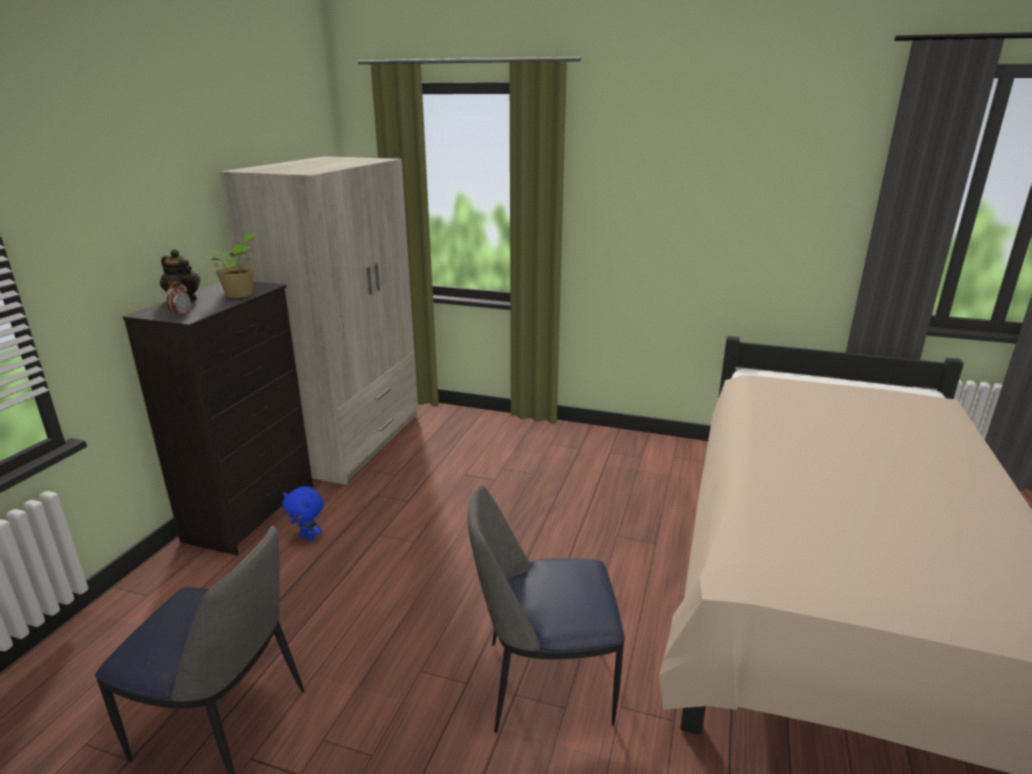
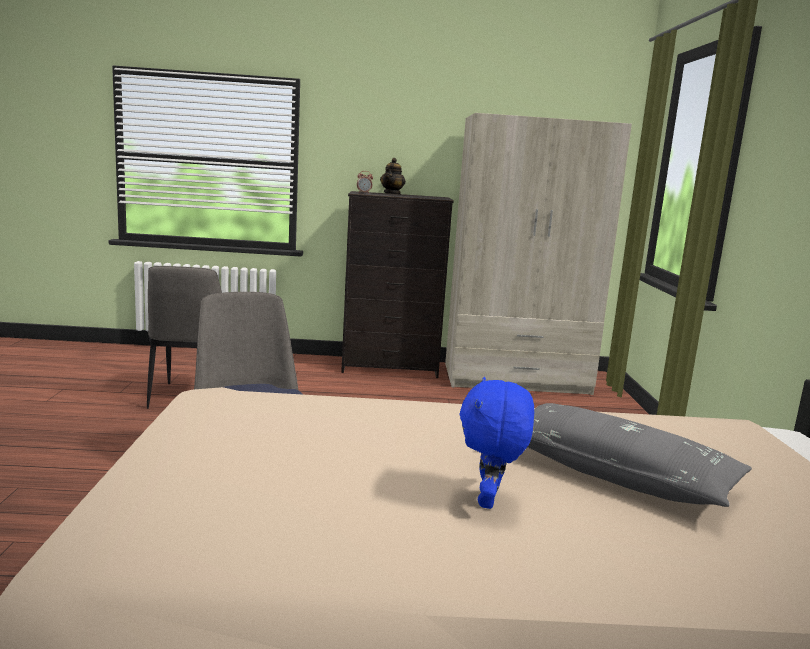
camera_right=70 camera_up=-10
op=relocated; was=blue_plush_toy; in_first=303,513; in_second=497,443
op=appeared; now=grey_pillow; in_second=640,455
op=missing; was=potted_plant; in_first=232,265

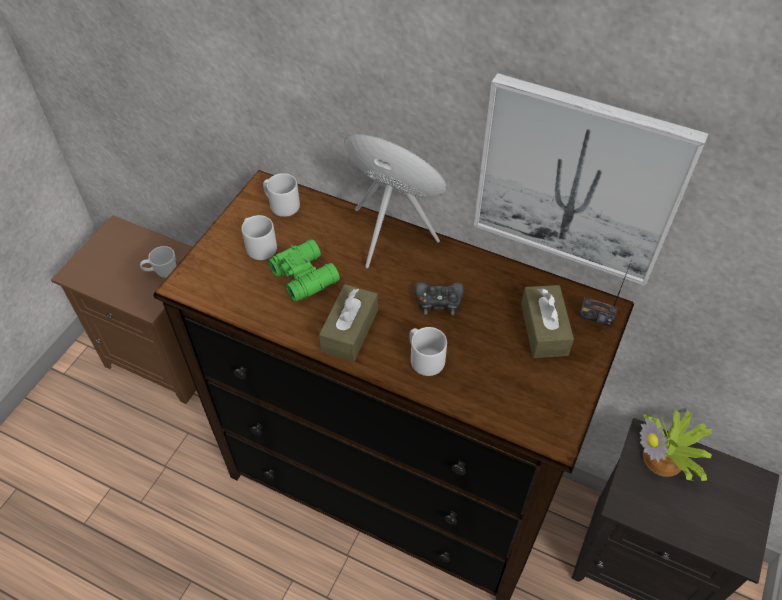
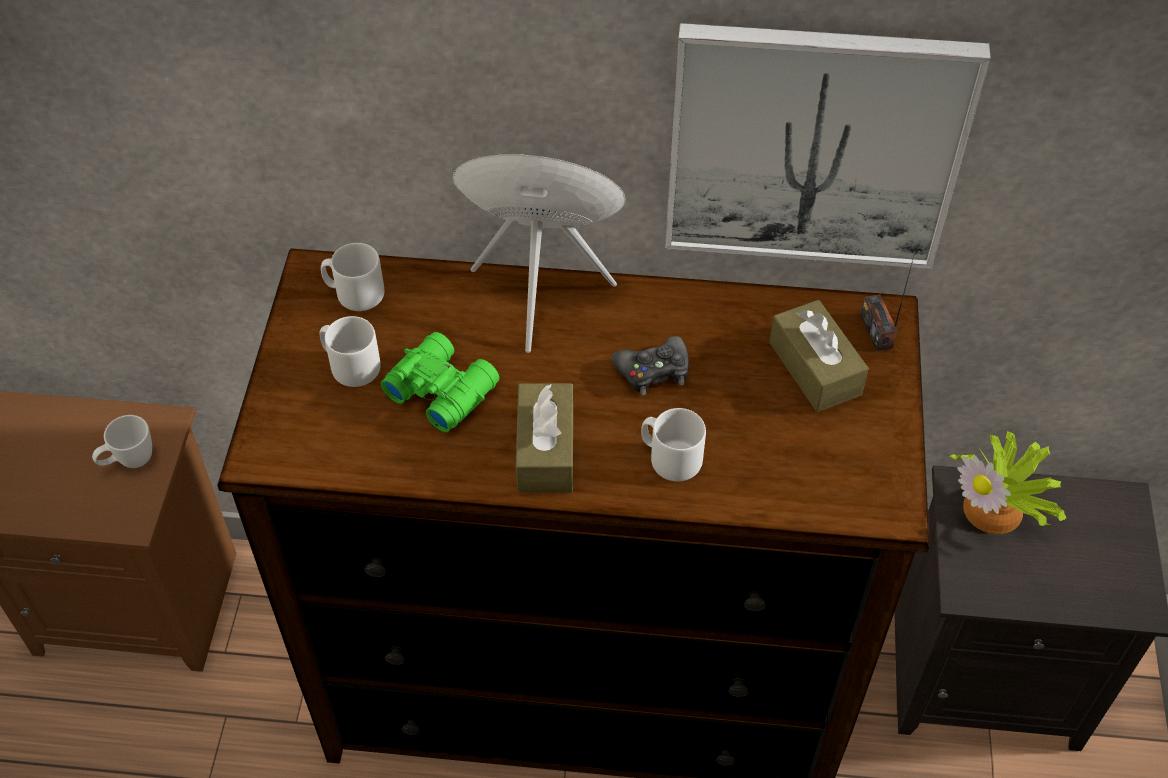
camera_right=-20 camera_up=0
op=spun; was=radio; in_first=605,293; in_second=887,303; clockwise=75

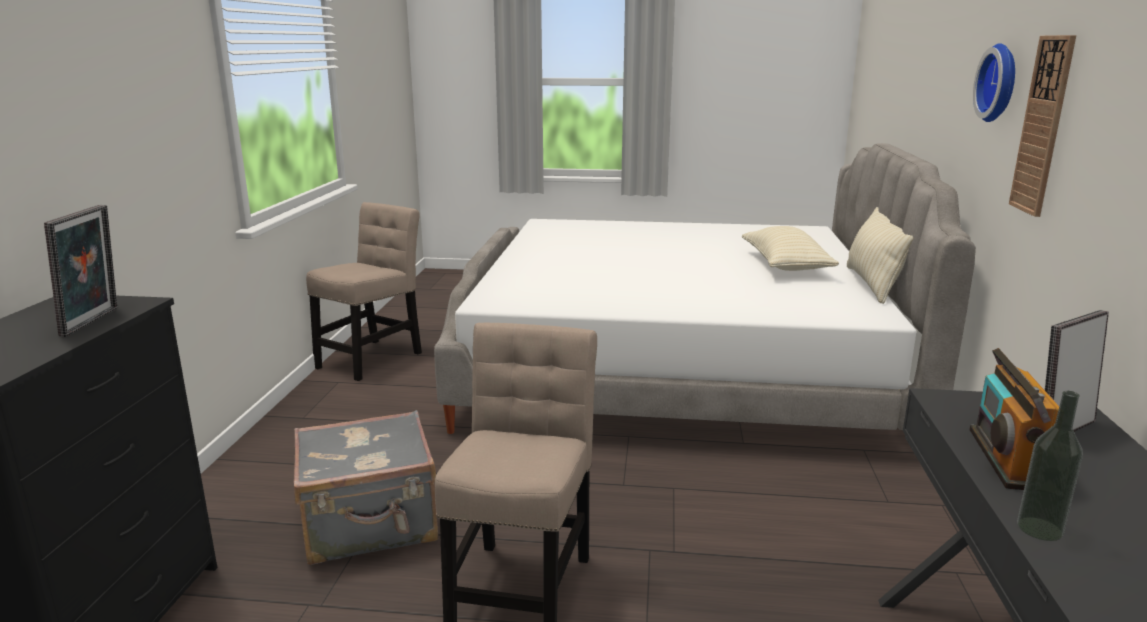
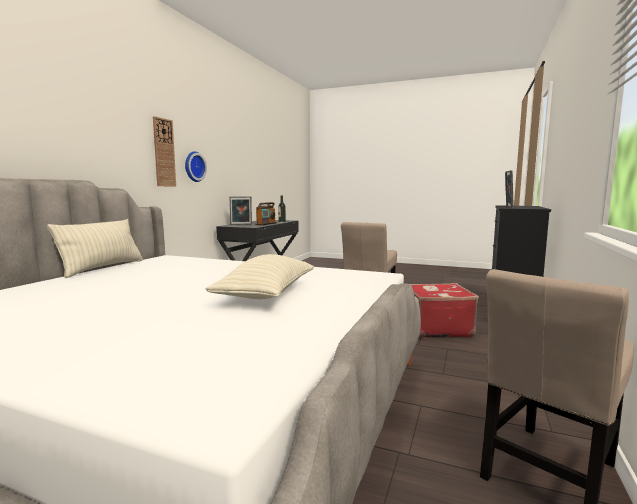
camera_right=-165 camera_up=-10
op=relocated; was=wall_clock; in_first=994,82; in_second=196,166
op=relocated; was=beige_pillow; in_first=790,248; in_second=260,276
op=colour; was=grey_suitcase; now=red_suitcase; in_first=366,487; in_second=444,310

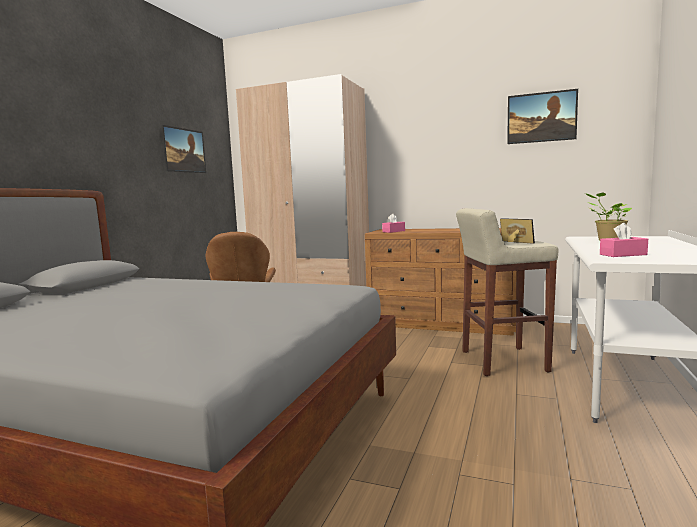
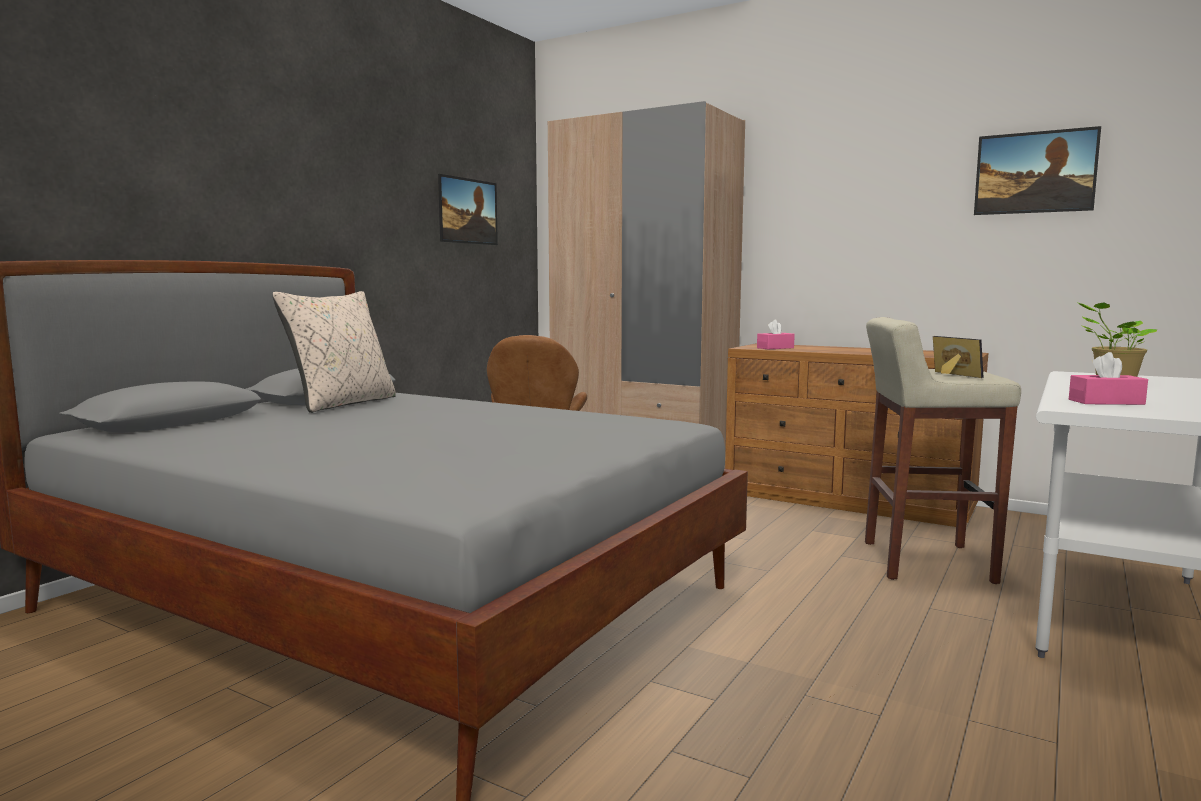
camera_right=10 camera_up=0
op=appeared; now=beige_pillow; in_second=334,352

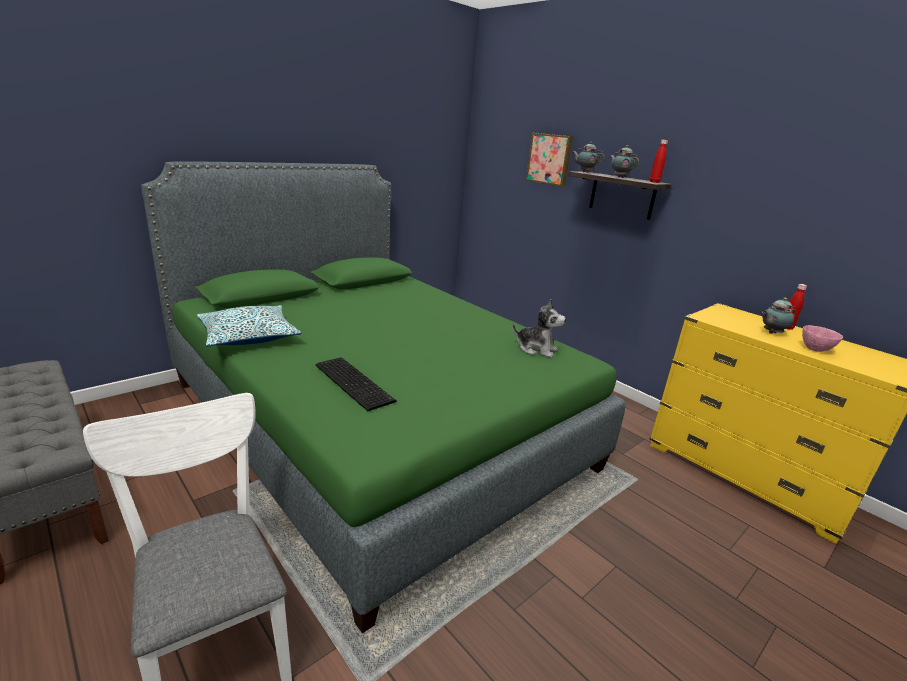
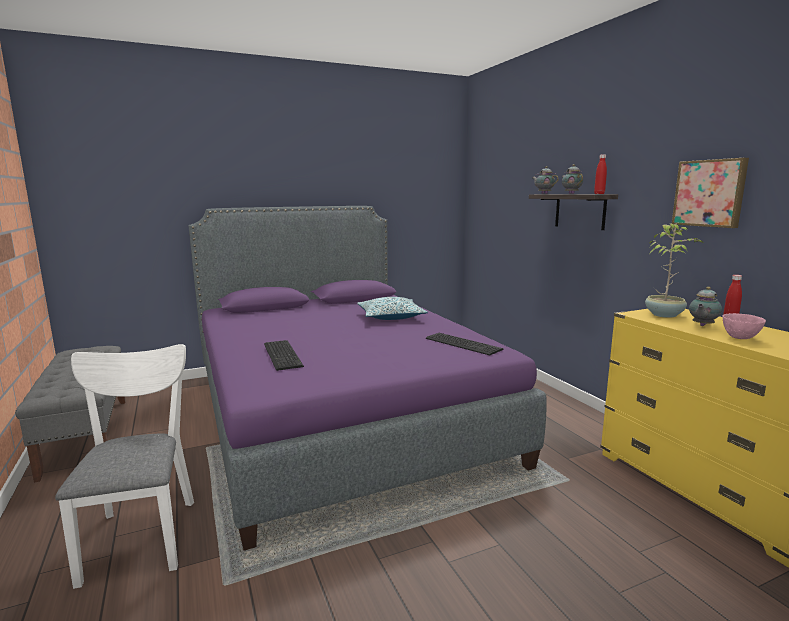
camera_right=20 camera_up=-10
op=colour; was=green_bed; now=purple_bed; in_first=383,398; in_second=368,378
op=relocated; was=pillow; in_first=249,326; in_second=392,308
op=exchanged; was=plush_toy; now=keyboard; in_first=539,328; in_second=464,344
op=appeared; now=potted_plant; in_second=674,270
op=relocated; was=picture; in_first=549,160; in_second=710,193
op=spun; was=teapot; in_first=779,315; in_second=705,306; clockwise=-45

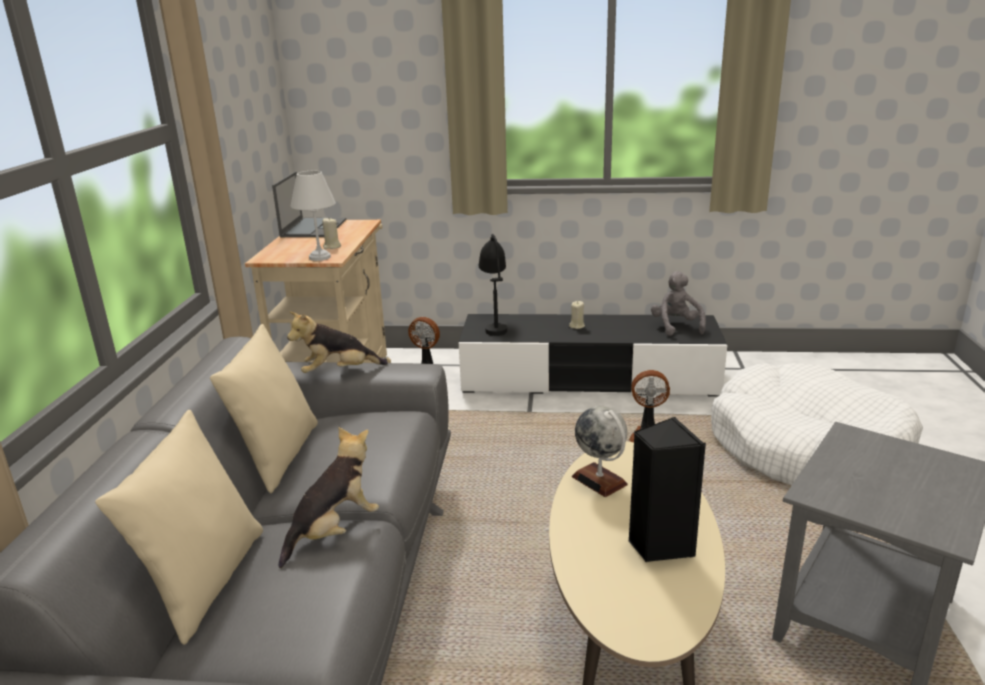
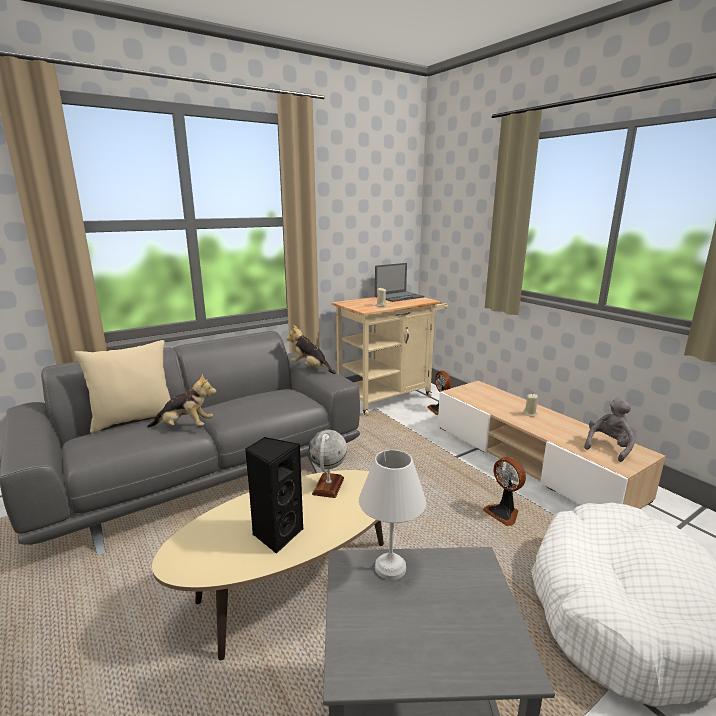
camera_right=50 camera_up=-5
op=relocated; was=white_table_lamp; in_first=313,216; in_second=392,515
op=colour; was=black_tv_stand; now=beige_tv_stand; in_first=593,355; in_second=552,445
op=missing; was=beige_pillow; in_first=264,408
op=missing; was=black_table_lamp; in_first=493,285

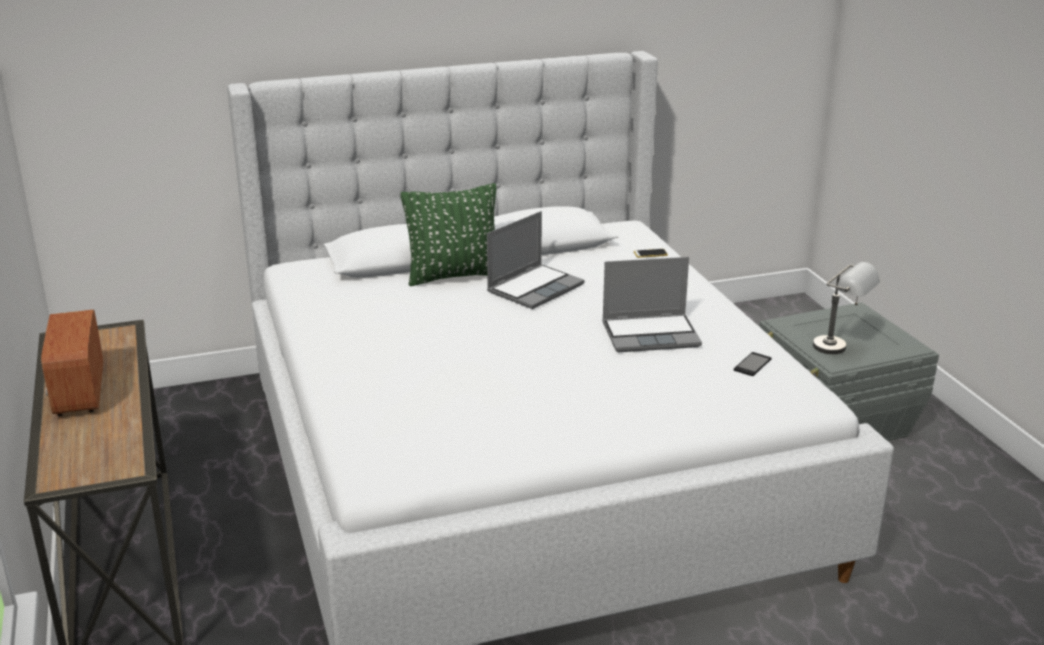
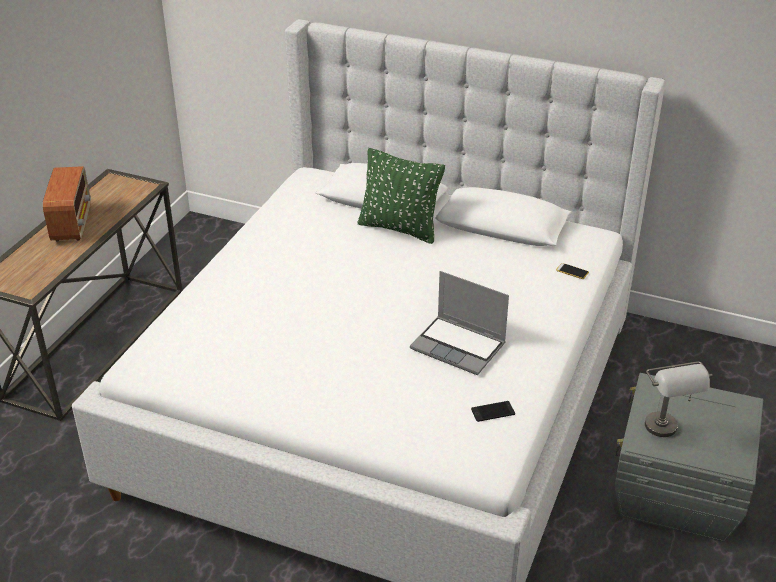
camera_right=40 camera_up=10
op=spun; was=radio; in_first=72,363; in_second=67,204; clockwise=150
op=missing; was=laptop; in_first=536,260

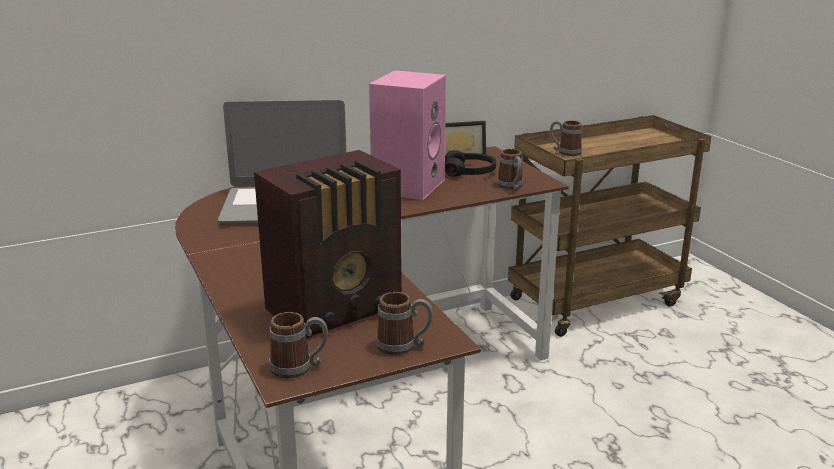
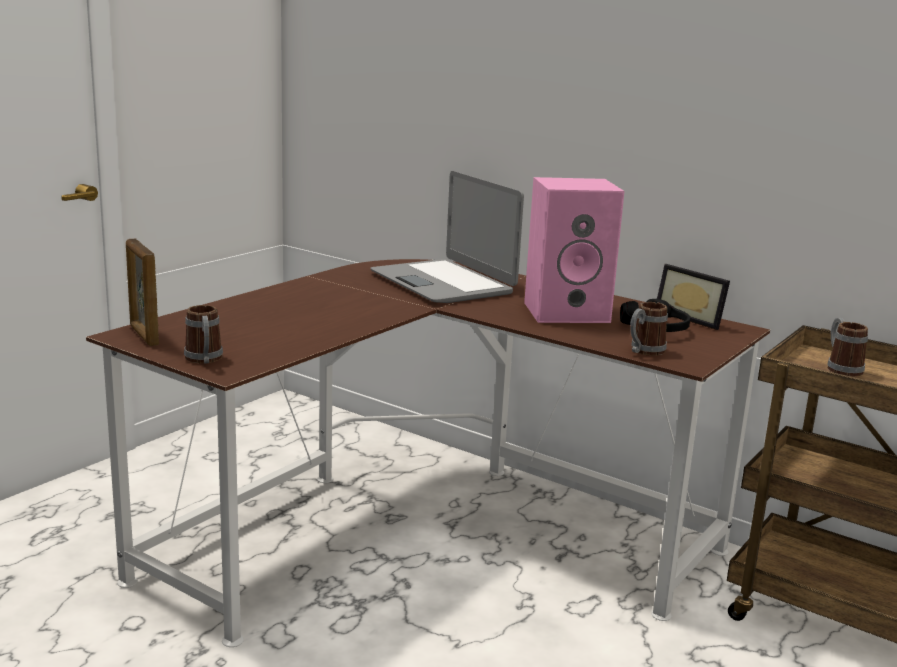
camera_right=60 camera_up=-5
op=exchanged; was=mug; now=picture_frame; in_first=298,345; in_second=142,292
op=missing; was=radio; in_first=328,244

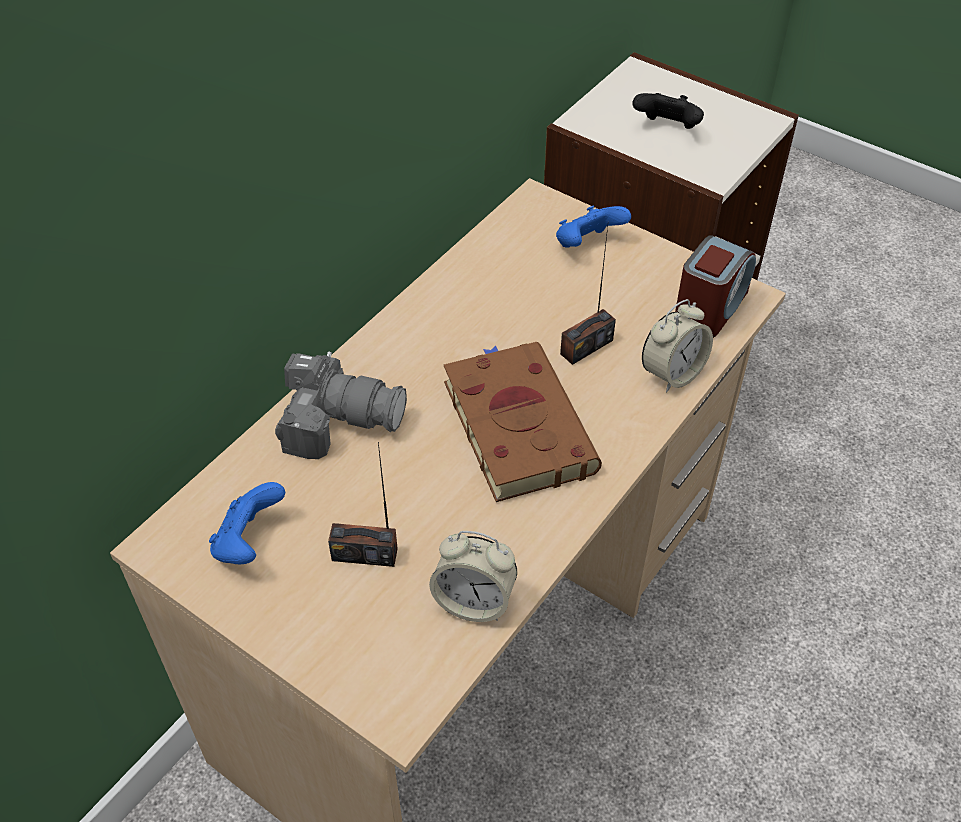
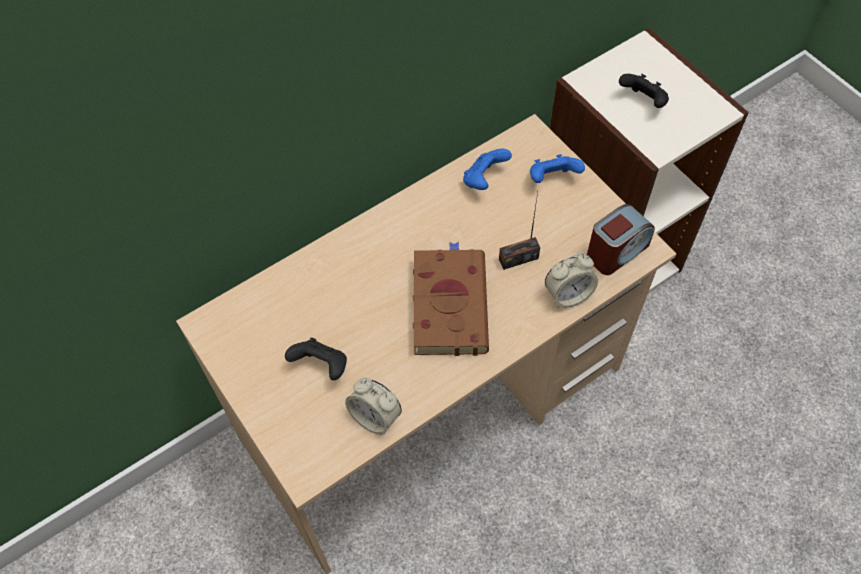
camera_right=20 camera_up=10
op=exchanged; was=radio; now=black_game_controller; in_first=363,504; in_second=316,359
op=relocated; was=blue_game_controller; in_first=247,523; in_second=487,169
op=missing; was=photo_camera; in_first=341,405

